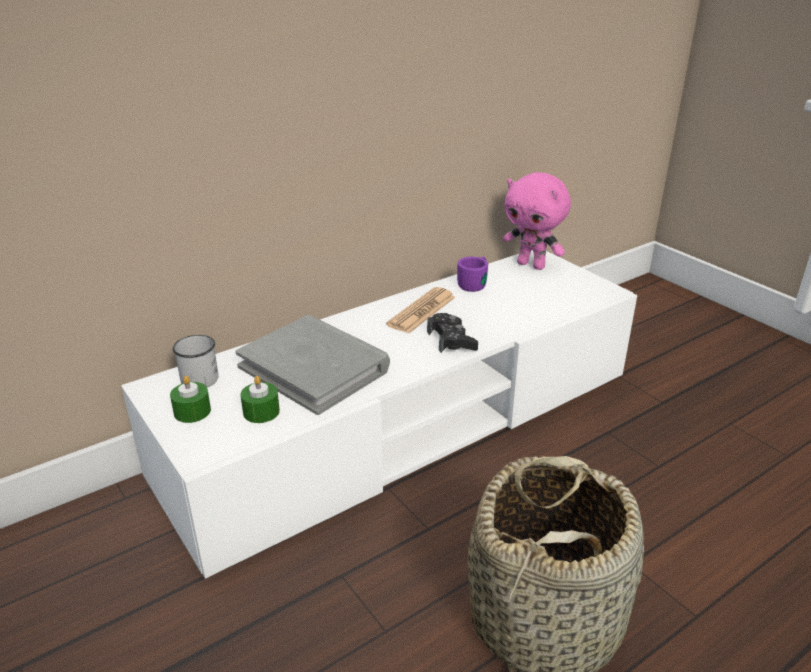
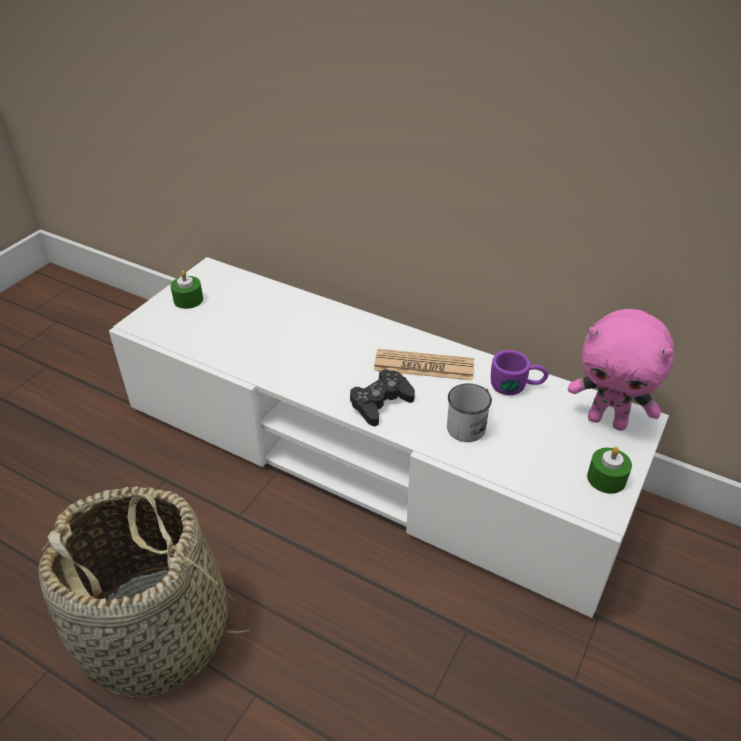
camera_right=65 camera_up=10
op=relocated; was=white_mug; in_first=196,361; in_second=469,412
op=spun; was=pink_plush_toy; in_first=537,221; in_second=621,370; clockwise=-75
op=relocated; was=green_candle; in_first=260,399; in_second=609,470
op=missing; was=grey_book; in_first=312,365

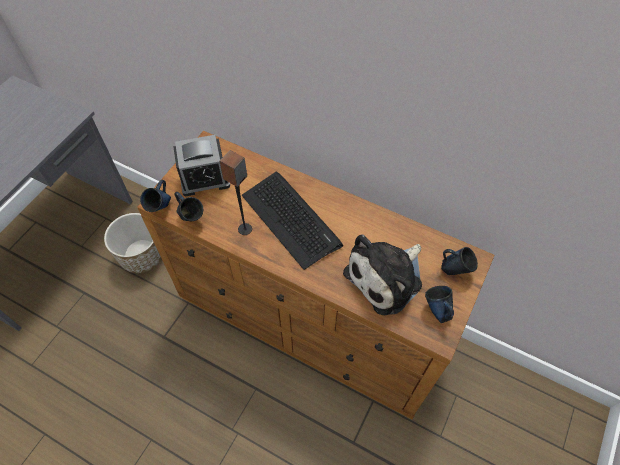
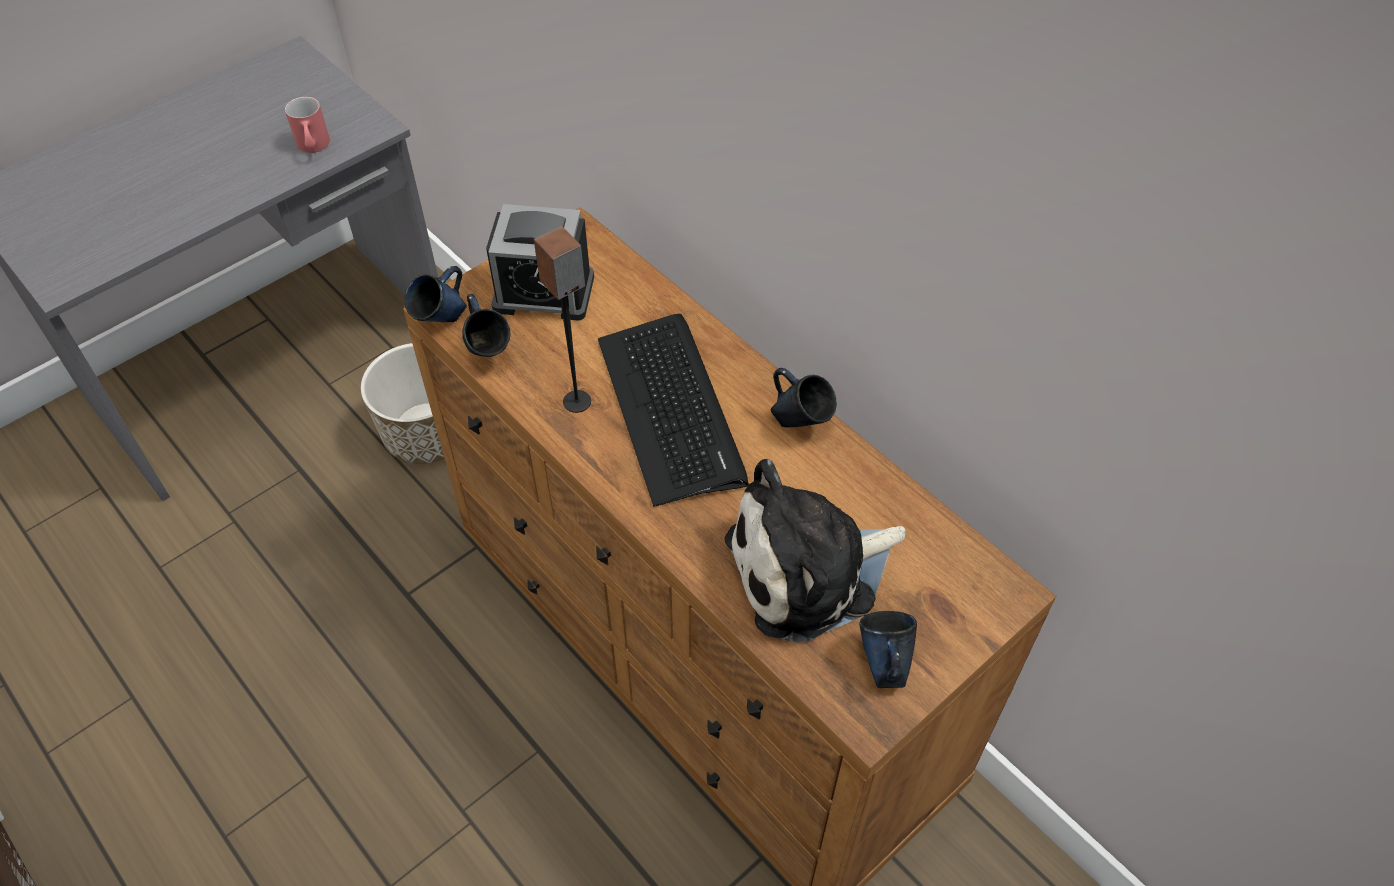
camera_right=20 camera_up=-5
op=appeared; now=red_mug; in_second=307,125
op=relocated; was=blue_mug; in_first=459,261; in_second=804,397

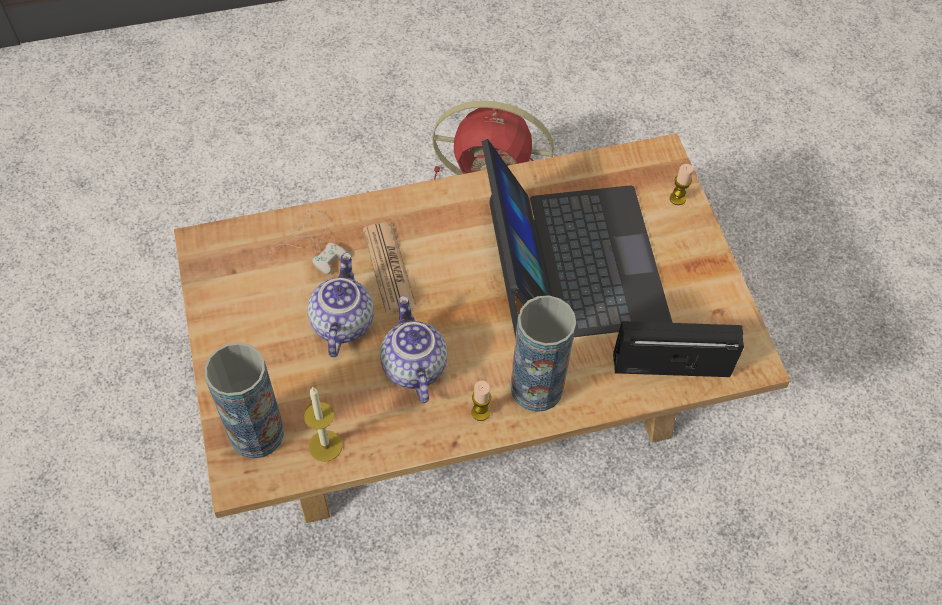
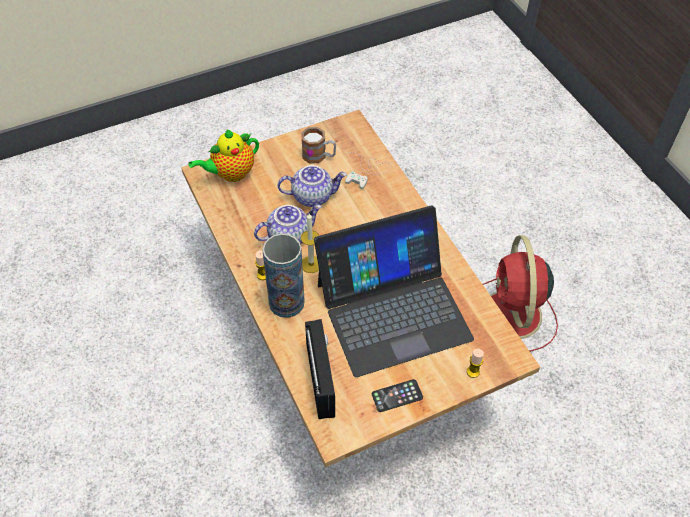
camera_right=80 camera_up=-5
op=exchanged; was=vase; now=teapot; in_first=244,400; in_second=224,155
op=appeared; now=mug; in_second=318,145
op=relocated; was=candle; in_first=323,424; in_second=310,243
op=appeared; now=phone; in_second=397,395
op=missing; was=newspaper; in_first=390,268

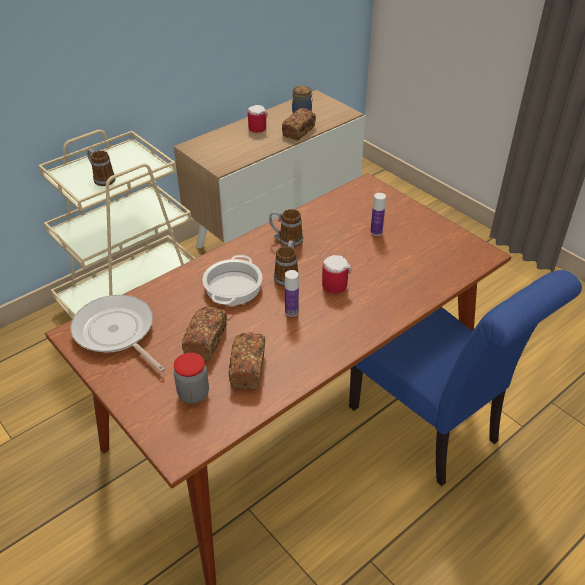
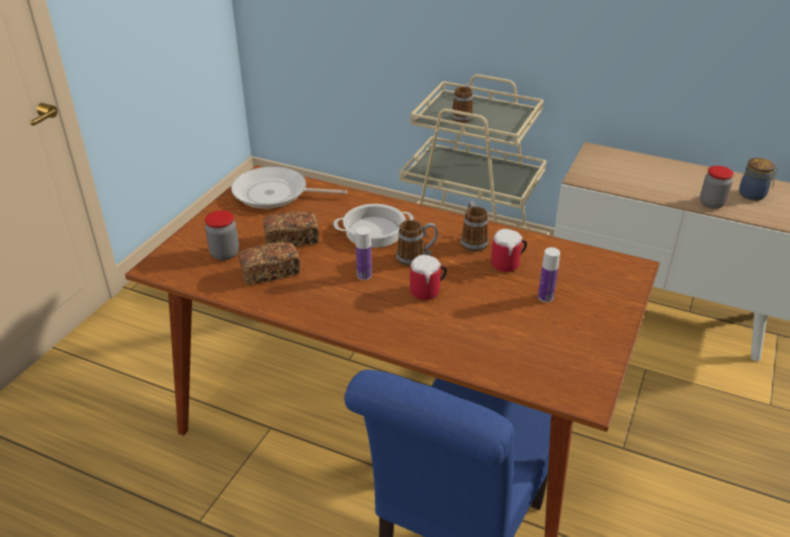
camera_right=65 camera_up=-5
op=spun; was=frying_pan; in_first=117,334; in_second=289,187; clockwise=-105
op=relocated; was=mug; in_first=258,119; in_second=509,250
op=exchanged; was=bread; now=jar; in_first=299,124; in_second=717,187

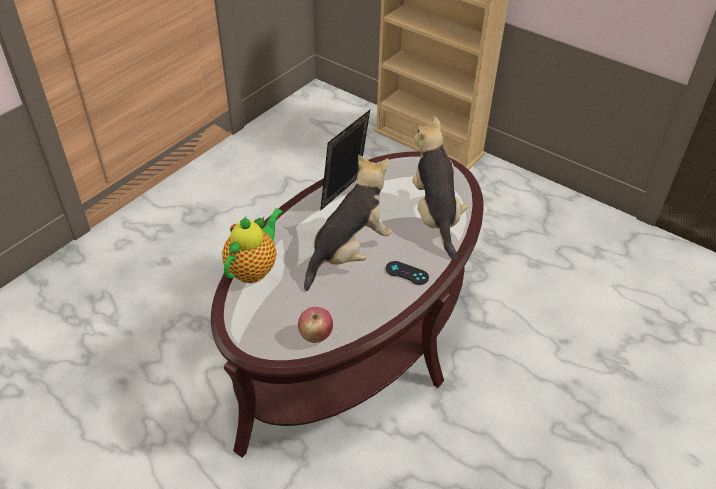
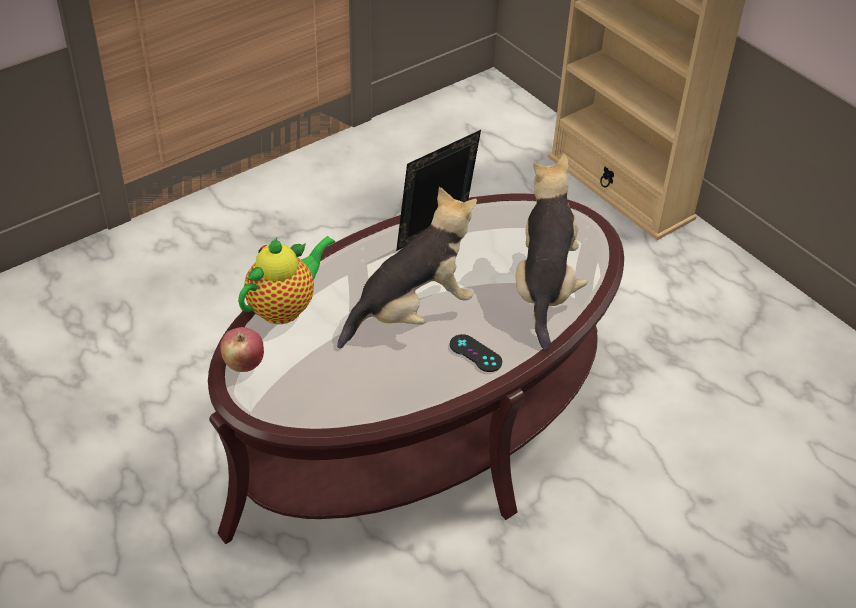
camera_right=15 camera_up=0
op=relocated; was=apple; in_first=315,325; in_second=242,349

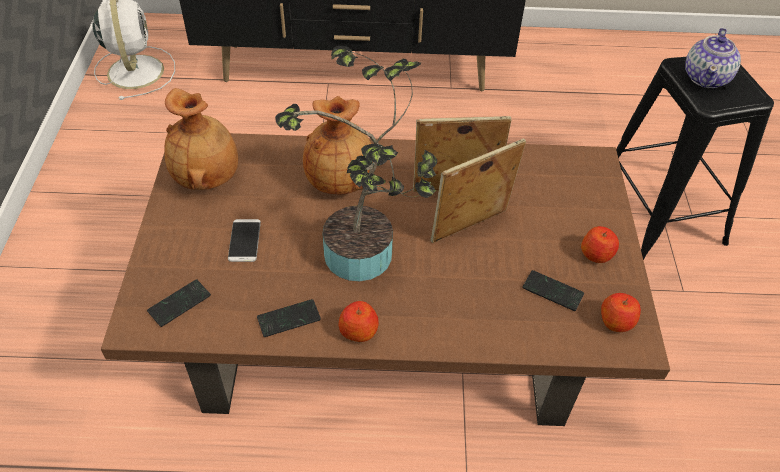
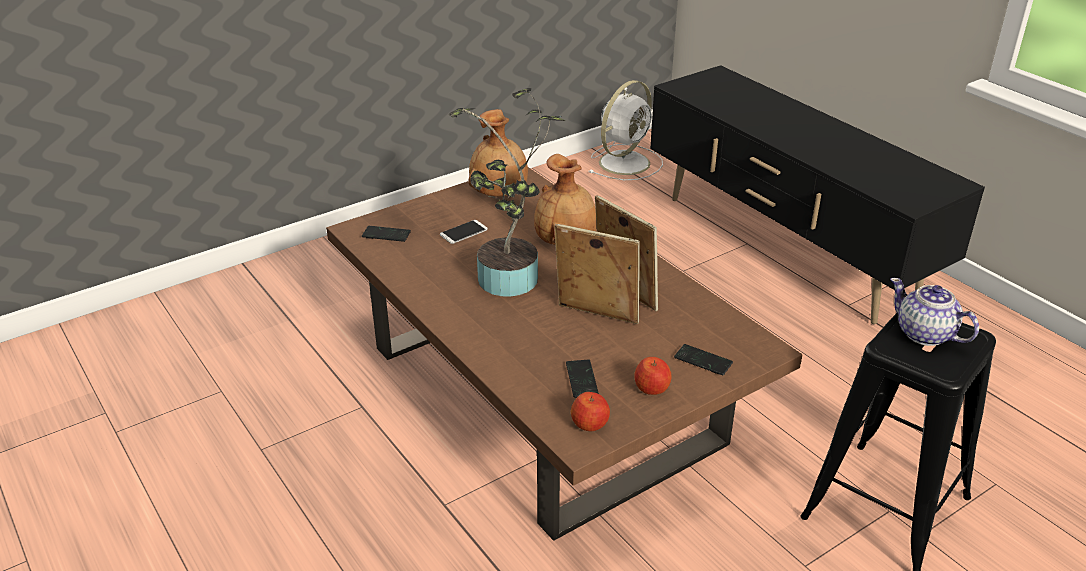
camera_right=55 camera_up=-15
op=relocated; was=phone; in_first=289,318; in_second=703,359
op=spun; was=teapot; in_first=713,58; in_second=934,312; clockwise=60
op=missing; was=apple; in_first=358,321

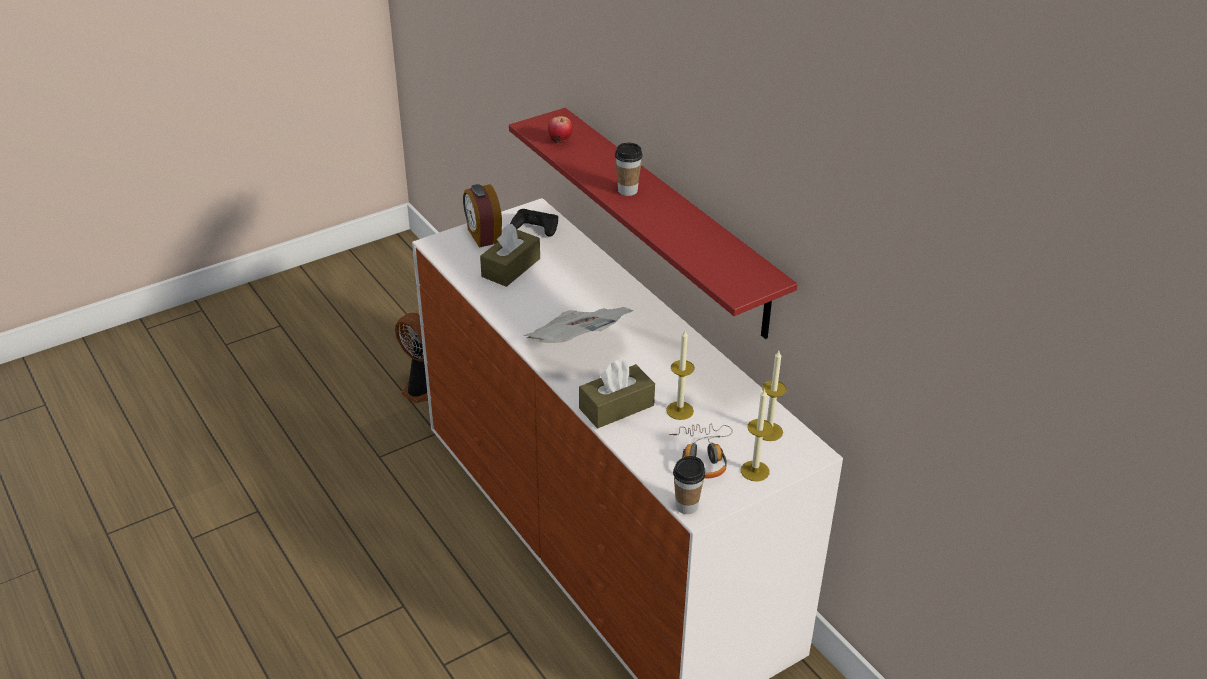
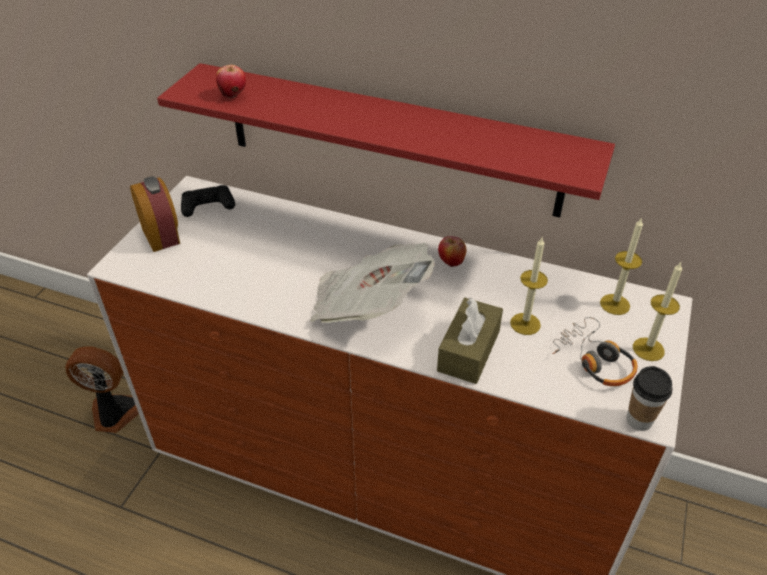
camera_right=-35 camera_up=5
op=spun; was=alarm_clock; in_first=482,216; in_second=155,214; clockwise=-150
op=appeared; now=apple; in_second=452,251
op=missing; was=brown_tissue_box; in_first=510,255
op=missing; was=cup; in_first=629,169

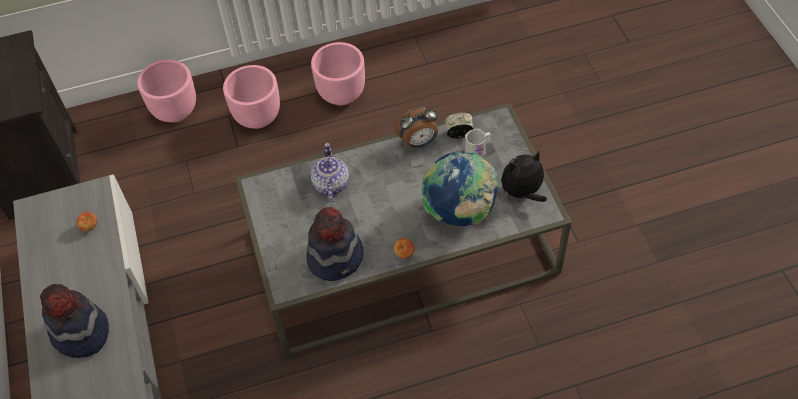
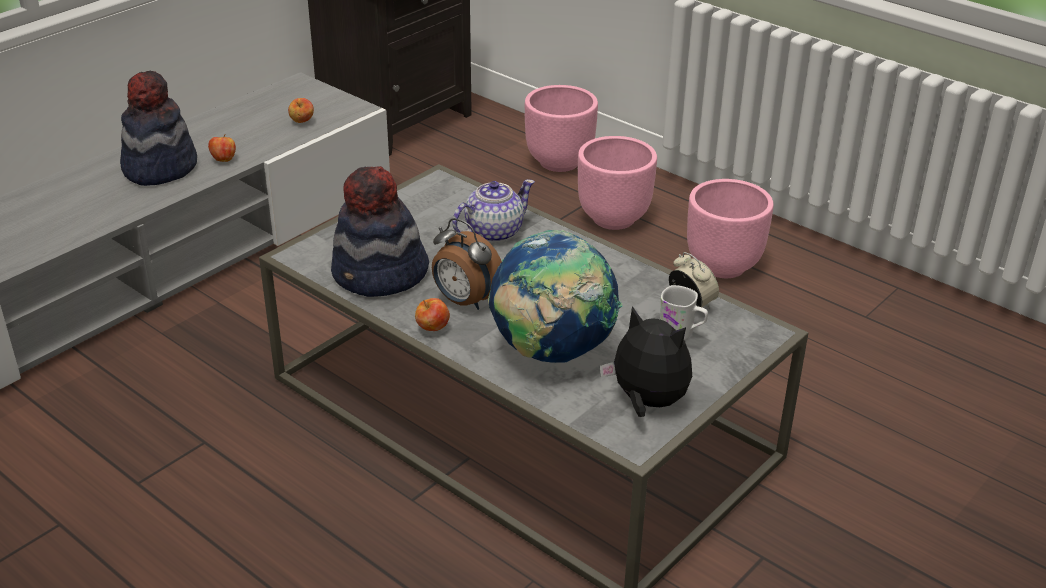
camera_right=55 camera_up=-20
op=appeared; now=apple; in_second=222,148
op=relocated; was=alarm_clock; in_first=416,127; in_second=467,264

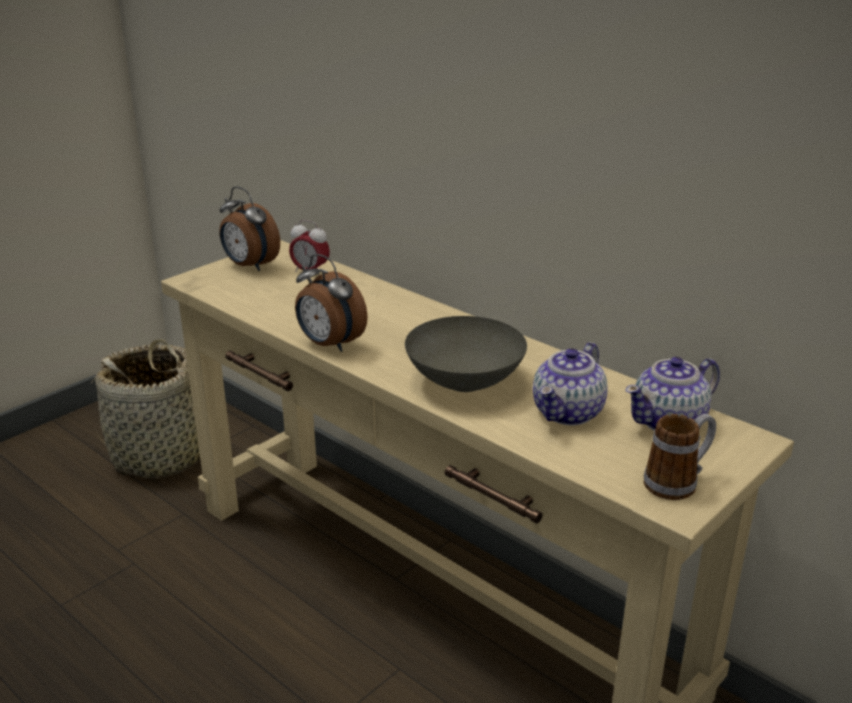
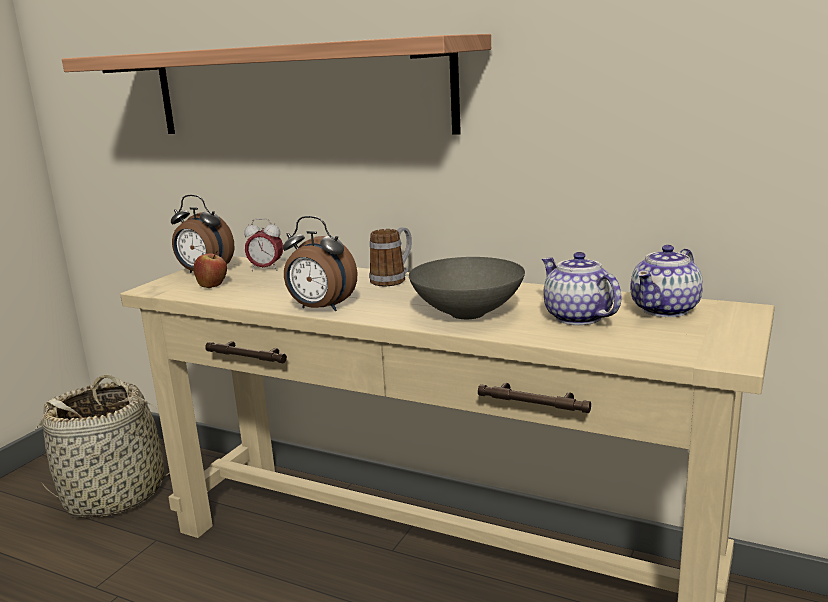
camera_right=-15 camera_up=-10
op=appeared; now=shelf; in_second=276,84
op=appeared; now=apple; in_second=210,269
op=relocated; was=mug; in_first=680,457; in_second=390,256
op=spun; was=teapot; in_first=570,383; in_second=581,288; clockwise=135

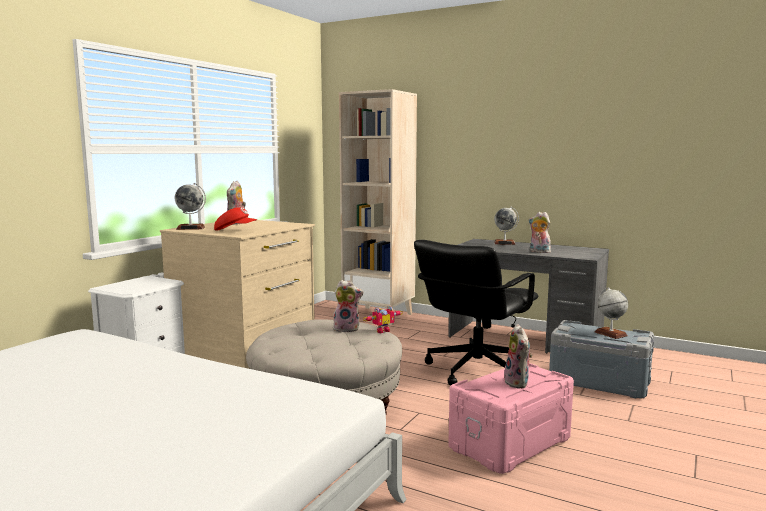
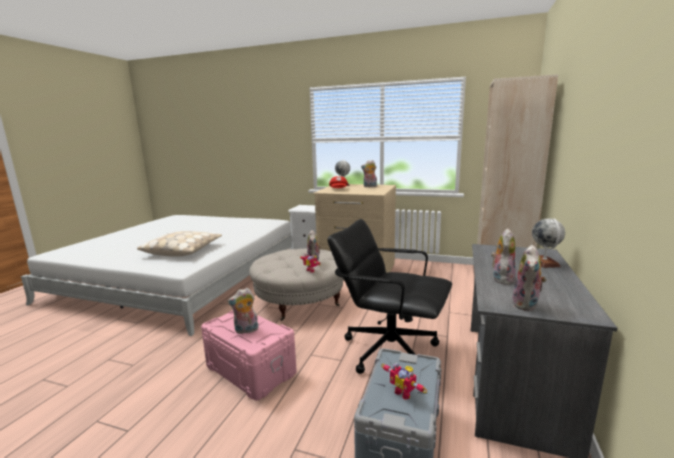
camera_right=80 camera_up=5
op=appeared; now=beige_pillow; in_second=179,244
op=exchanged; was=globe; now=toy_robot; in_first=611,313; in_second=404,381
op=appeared; now=plush_toy; in_second=529,278

